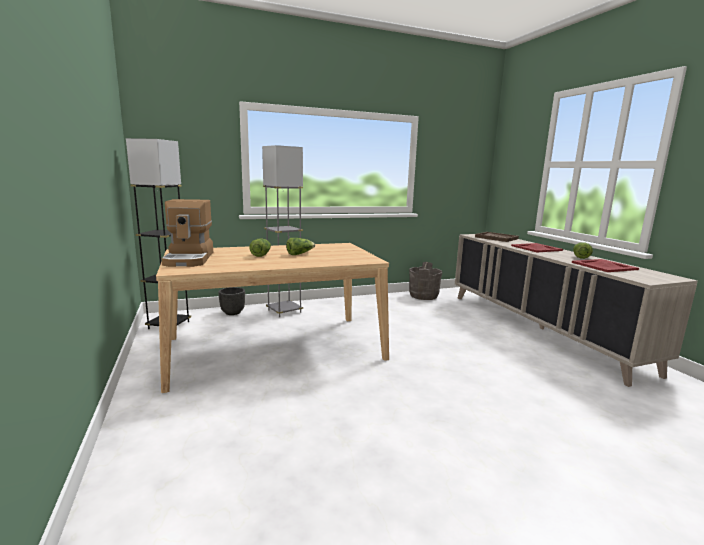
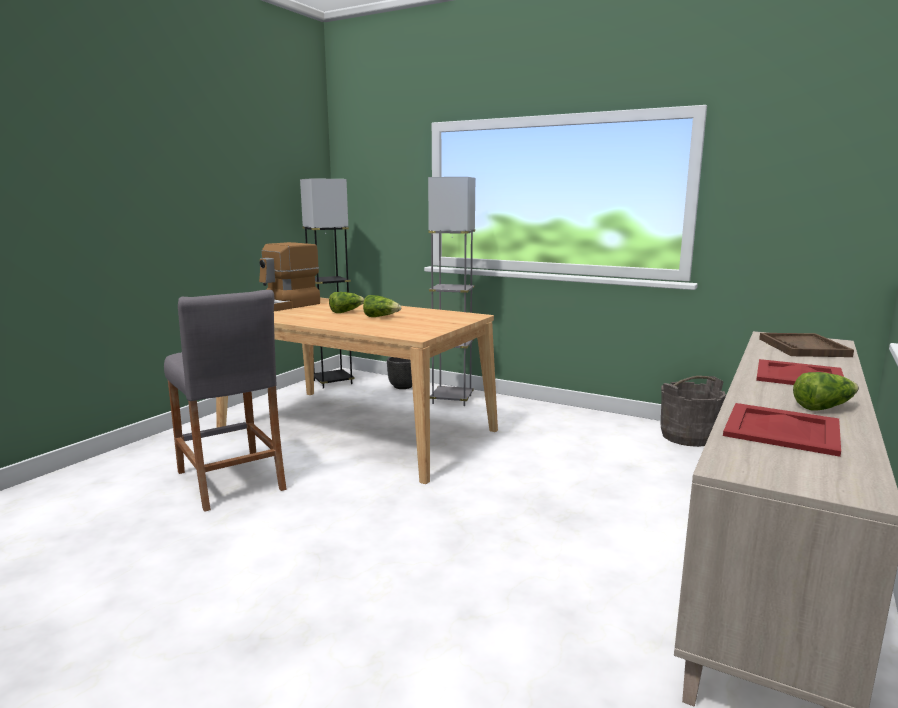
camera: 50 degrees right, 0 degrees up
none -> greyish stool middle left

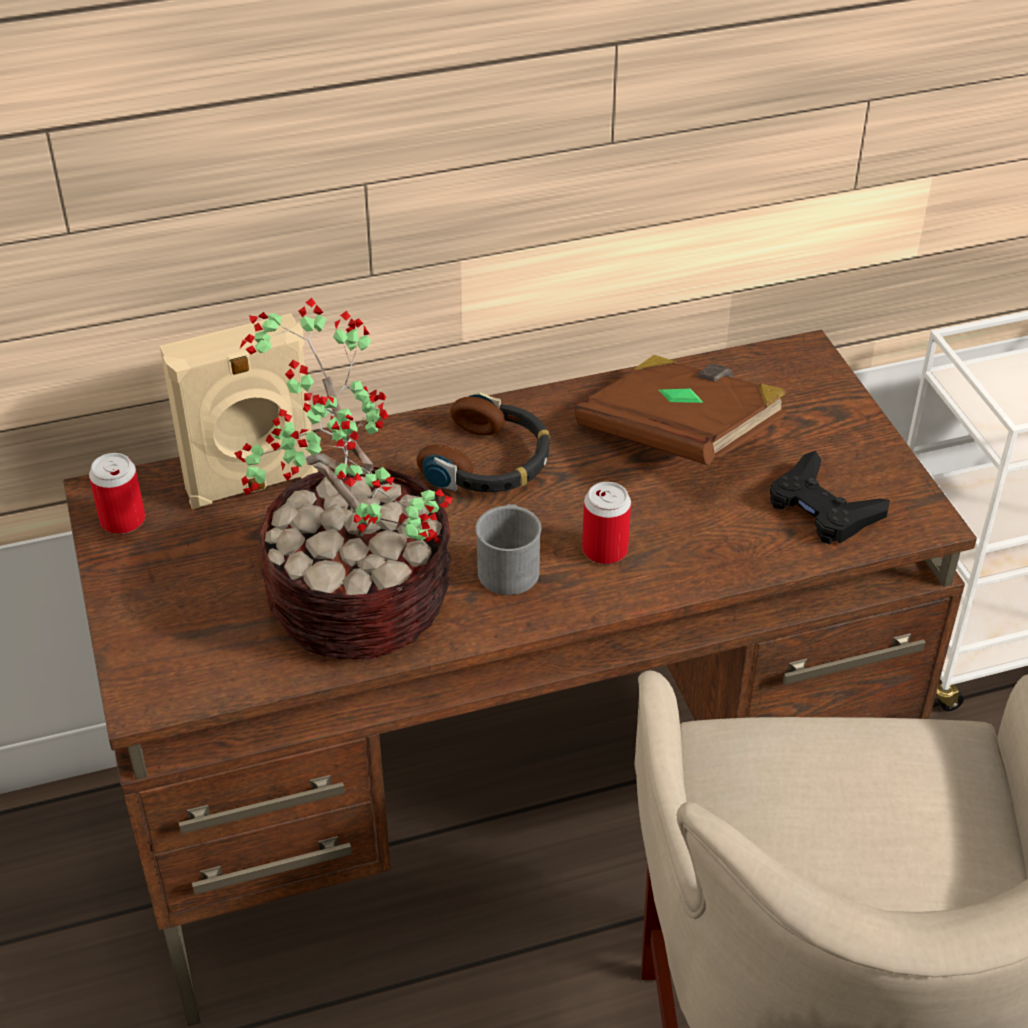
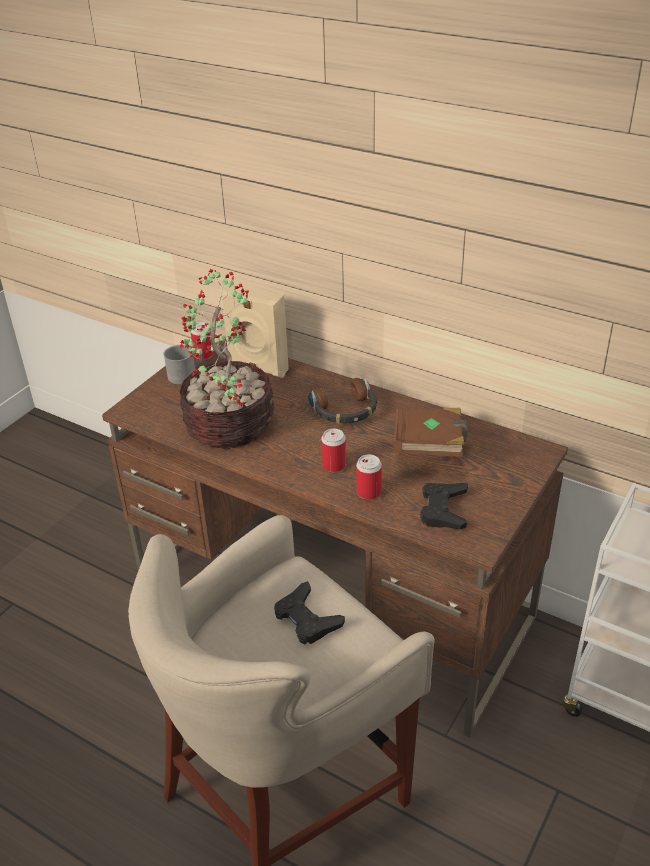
camera: 50 degrees right, 5 degrees down
greyish tea mug centre -> greyish tea mug middle left, shifted
none -> black joypad (no. 1 from left) bottom centre
none -> can (no. 3 from left) centre

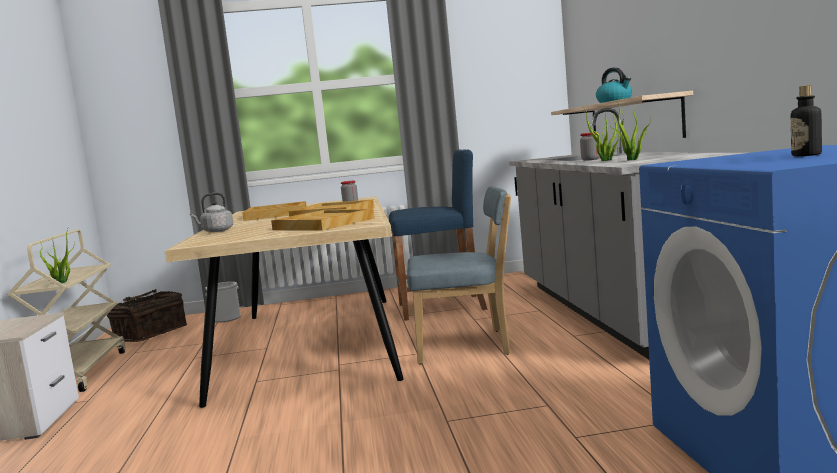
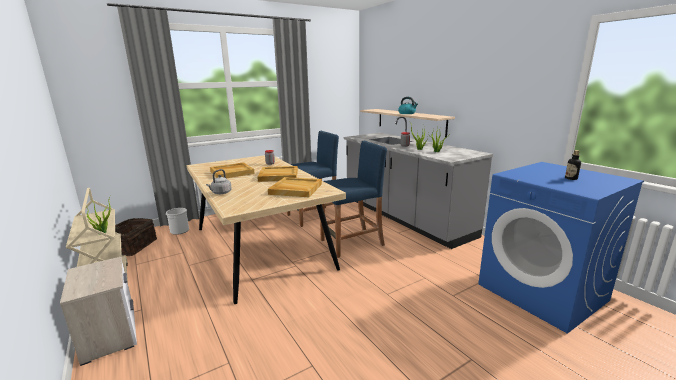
camera: 25 degrees left, 10 degrees up
blue-coloured upright chair centre -> blue-coloured stool (no. 2 from left) centre

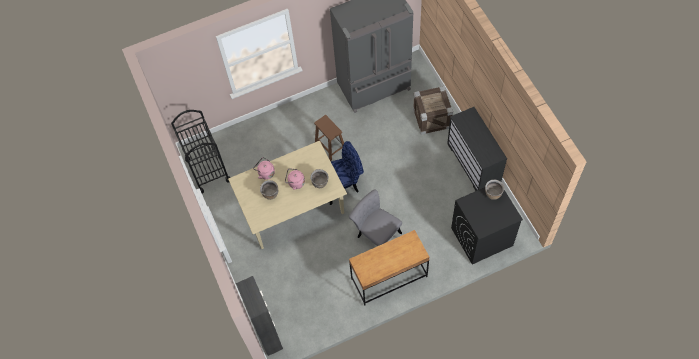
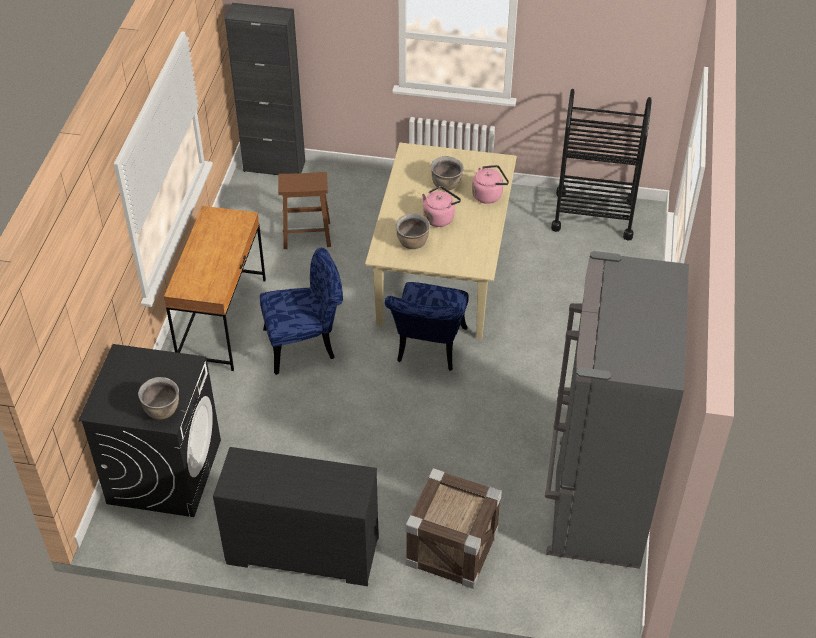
camera: 120 degrees right, 15 degrees down
greyish upright chair centre -> blue-coloured upright chair (no. 1 from left) centre
brown-coloured stool centre -> brown-coloured stool top centre, shifted

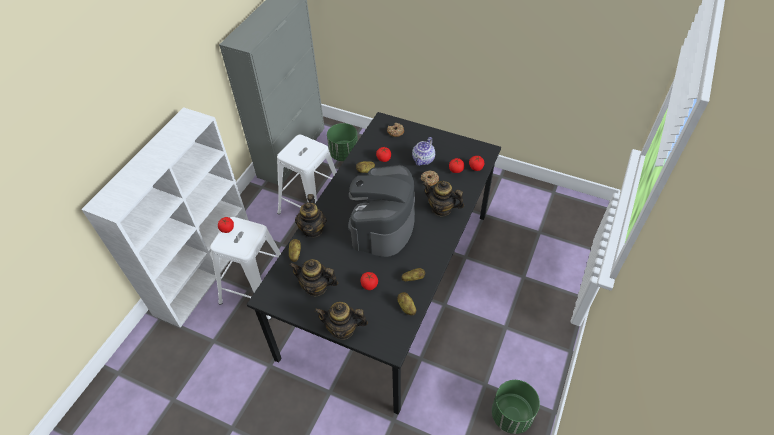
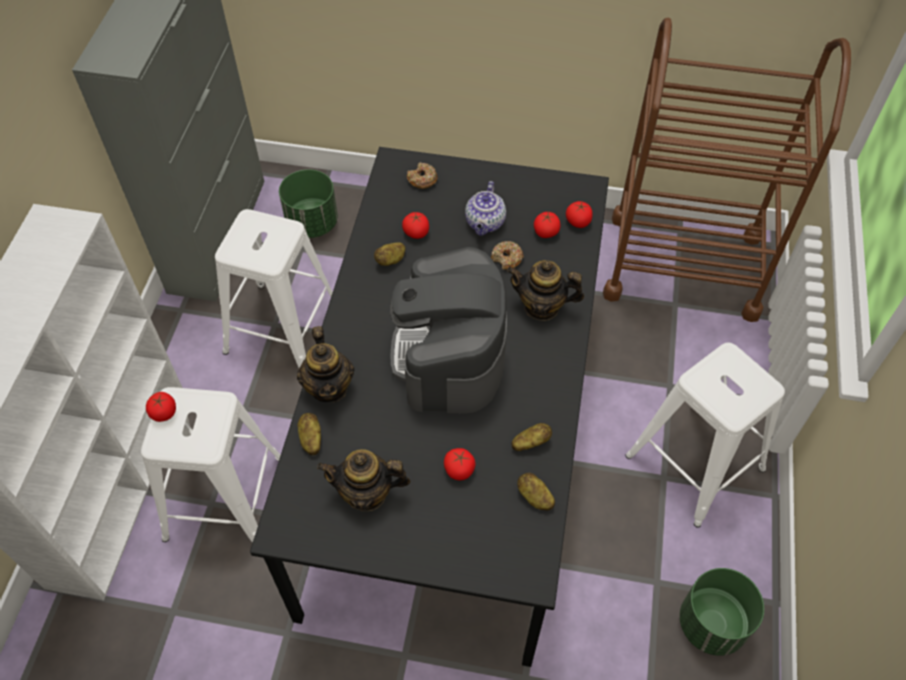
camera: 15 degrees left, 5 degrees up
none -> brown-coloured trolley top right
none -> white-coloured stool (no. 3 from left) middle right
teapot (no. 3 from left) bottom centre -> none

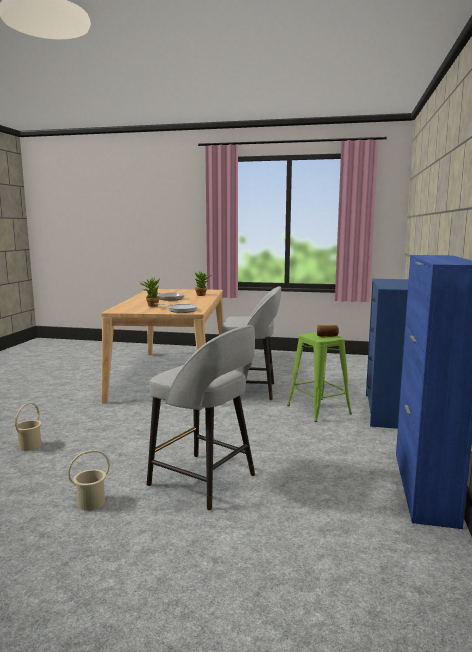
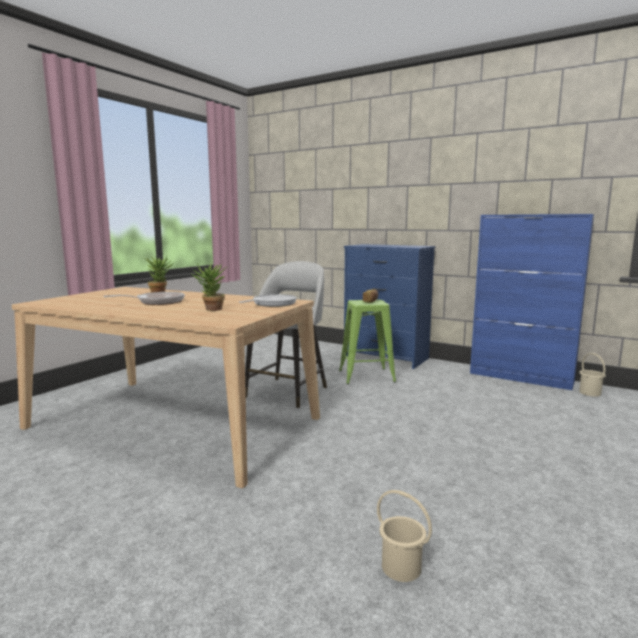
camera: 70 degrees left, 0 degrees up
beige-coloured water bucket (no. 2 from left) bottom left -> beige-coloured water bucket (no. 2 from left) middle right, shifted
greyish stool (no. 1 from left) centre -> none

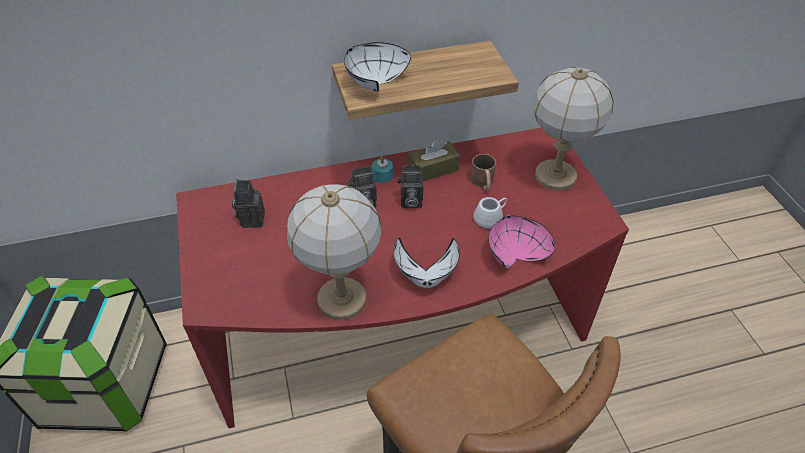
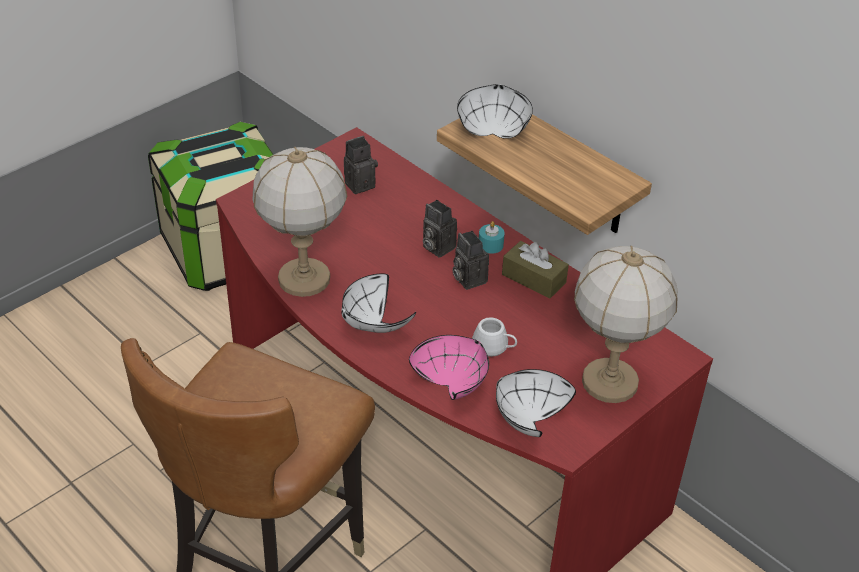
camera: 60 degrees right, 5 degrees down
none -> white-coloured serving bowl (no. 3 from left) bottom centre
brown-coloured tea mug centre -> none

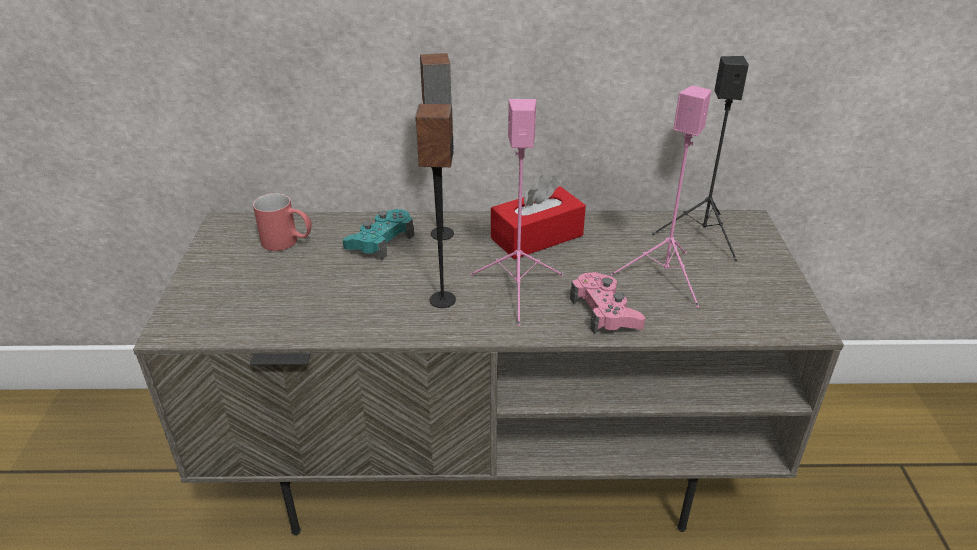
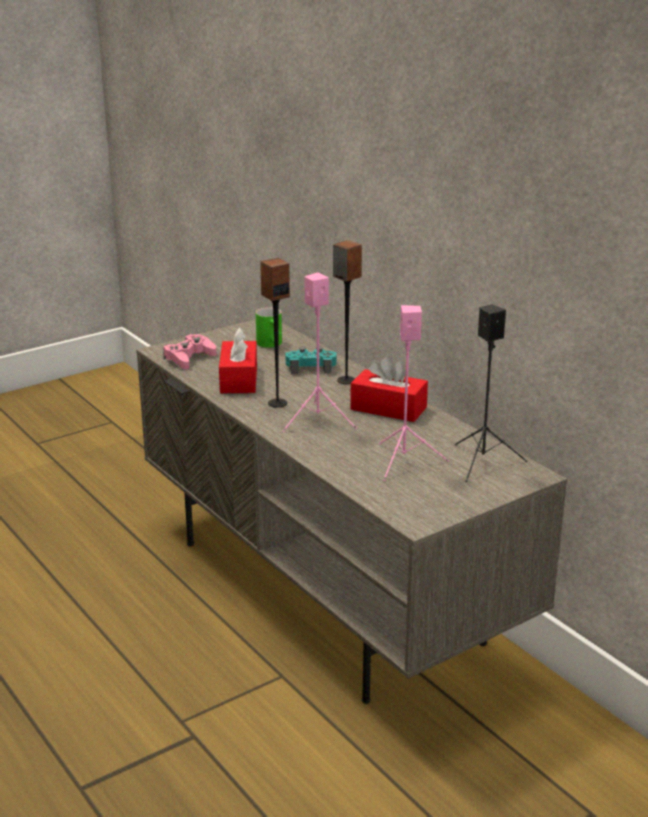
camera: 55 degrees right, 10 degrees down
pink-coloured joypad centre -> pink-coloured joypad middle left, shifted
none -> reddish box of tissues (no. 1 from left) centre
reddish tea mug middle left -> greenish tea mug centre

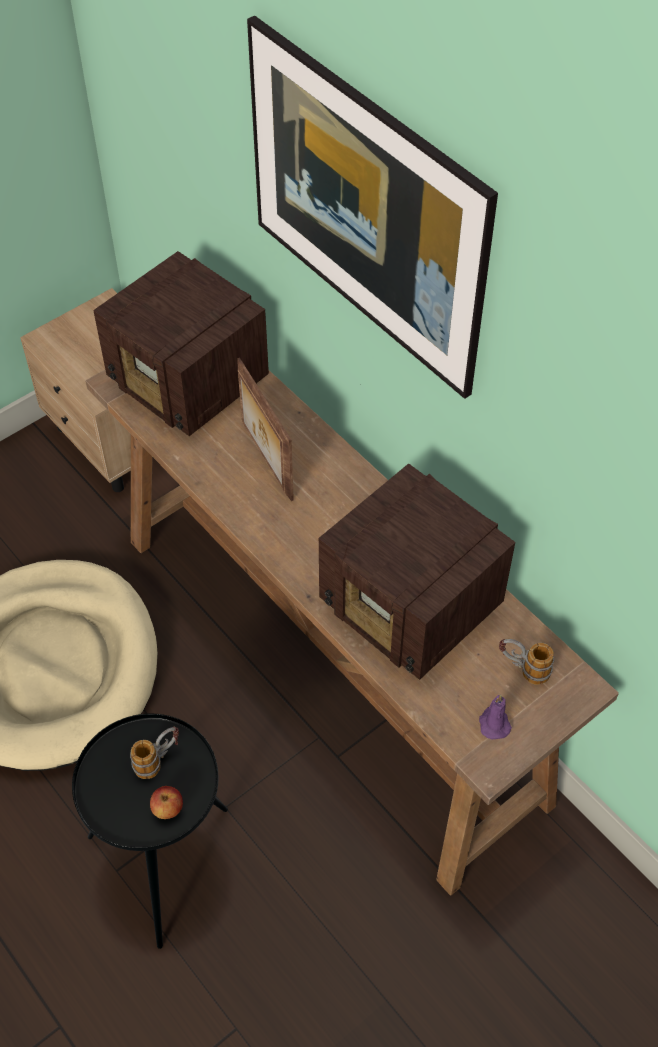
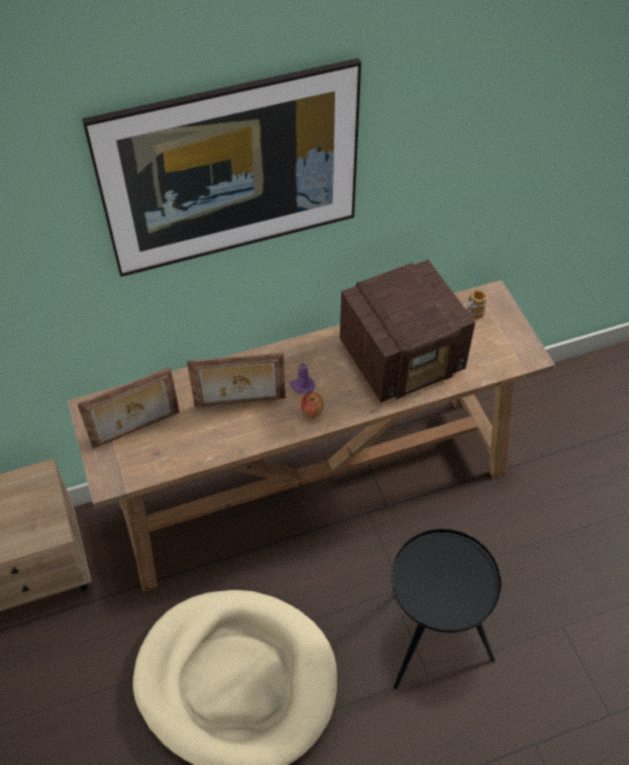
camera: 70 degrees left, 0 degrees up
radio set (no. 1 from left) top left -> photo frame (no. 1 from left) middle left
purplish candle bottom right -> purplish candle centre, shifted
apple fruit bottom left -> apple fruit centre, shifted
tea mug (no. 1 from left) bottom left -> none

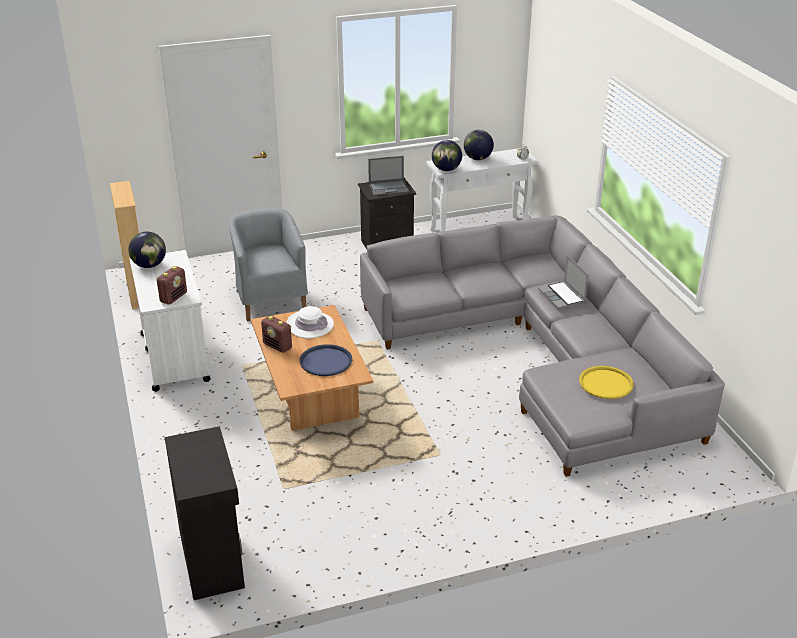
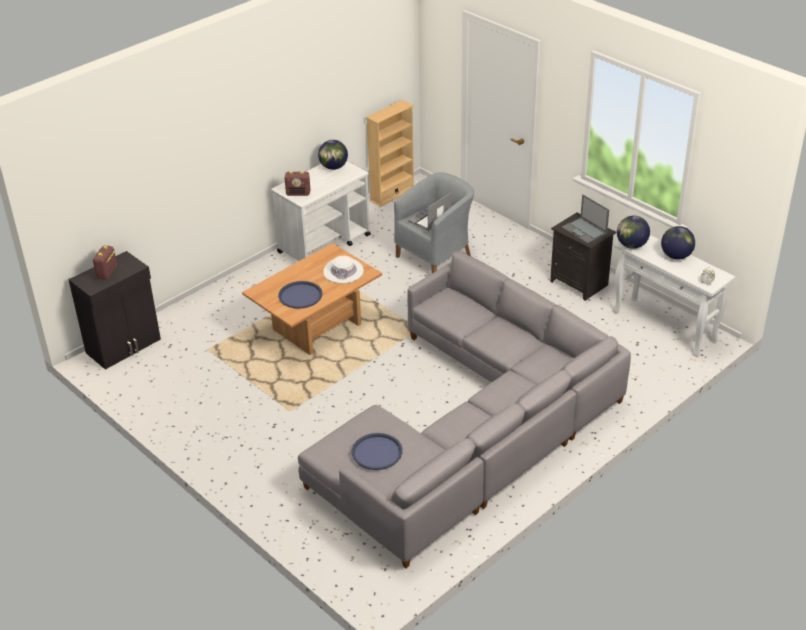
camera: 65 degrees right, 5 degrees up
radio set (no. 2 from left in the first image) centre -> radio set (no. 1 from left) middle left, shifted
yellow-coloured tray middle right -> blue-coloured tray (no. 2 from left) bottom centre
notebook computer (no. 2 from left in the first image) middle right -> notebook computer (no. 1 from left) centre, shifted

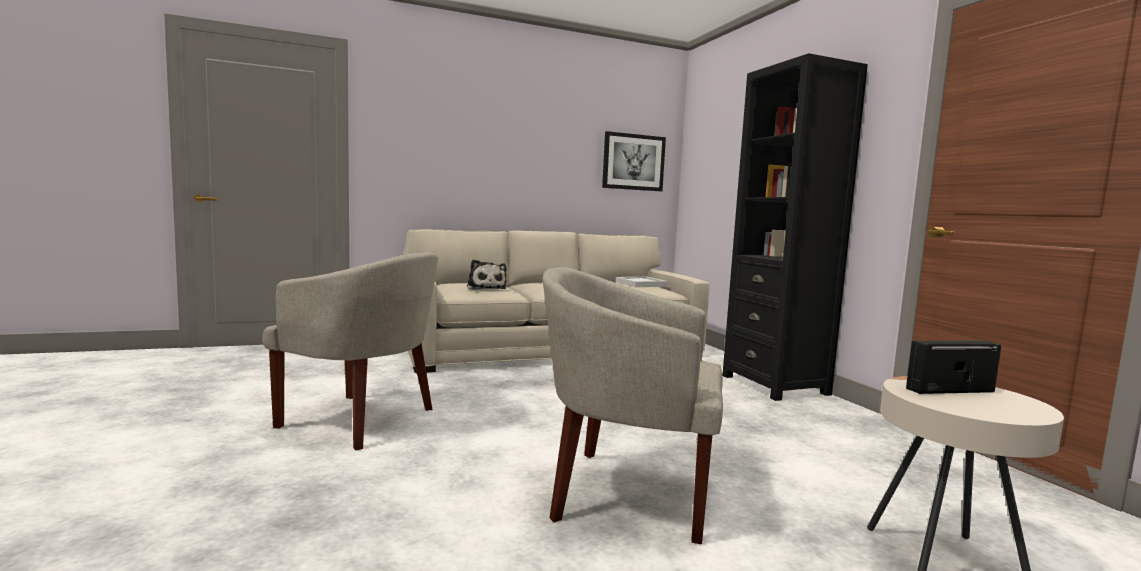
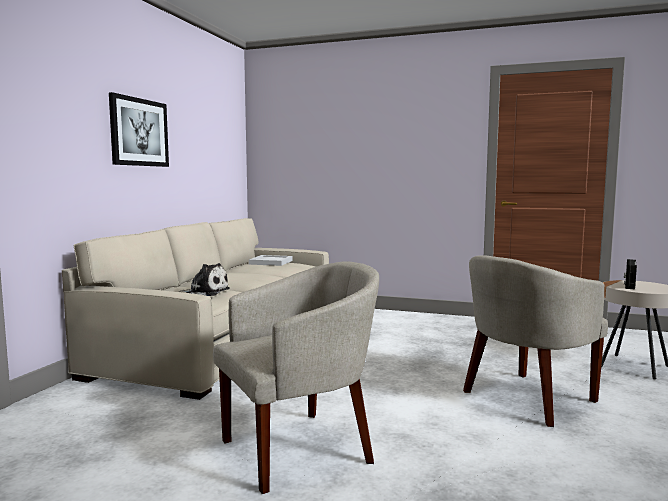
camera: 50 degrees left, 0 degrees up
wall art top centre -> wall art top left, shifted
black shelving unit middle right -> none

